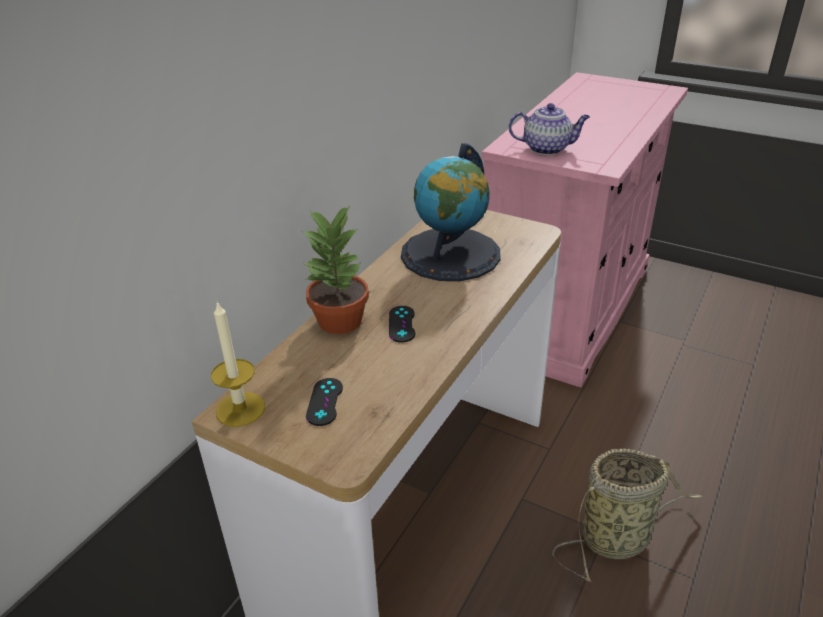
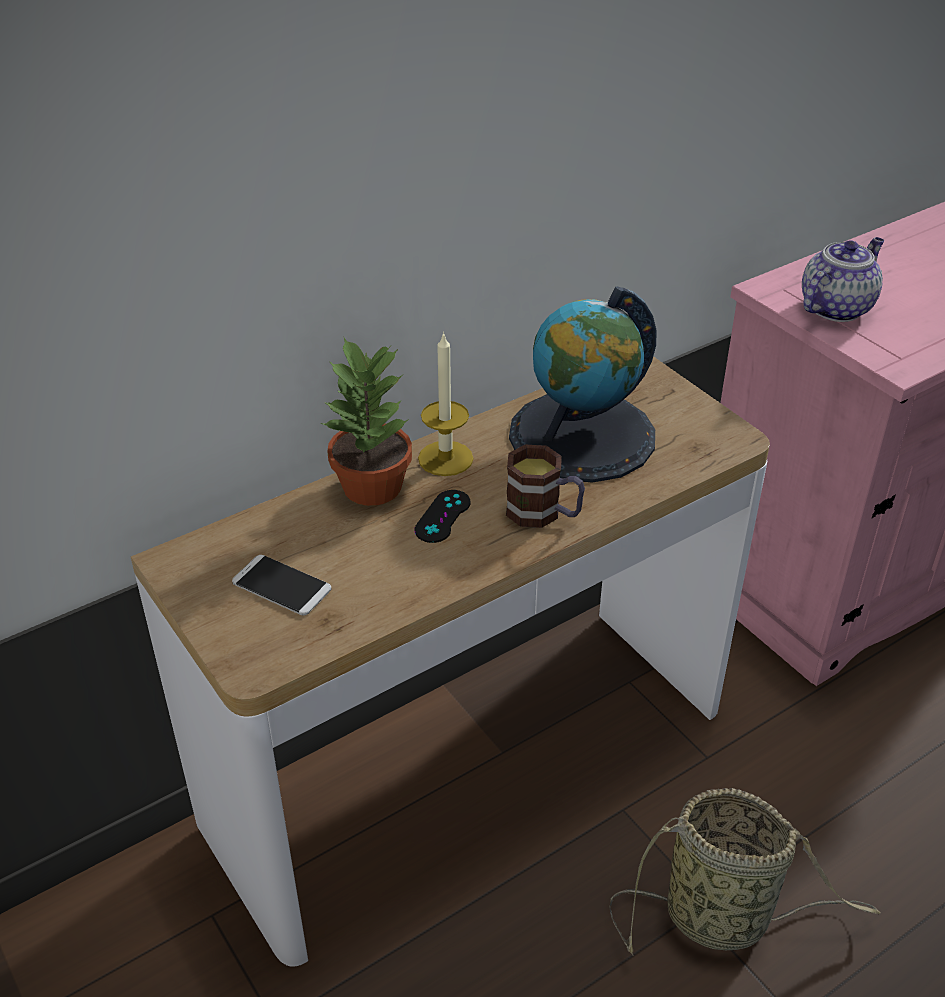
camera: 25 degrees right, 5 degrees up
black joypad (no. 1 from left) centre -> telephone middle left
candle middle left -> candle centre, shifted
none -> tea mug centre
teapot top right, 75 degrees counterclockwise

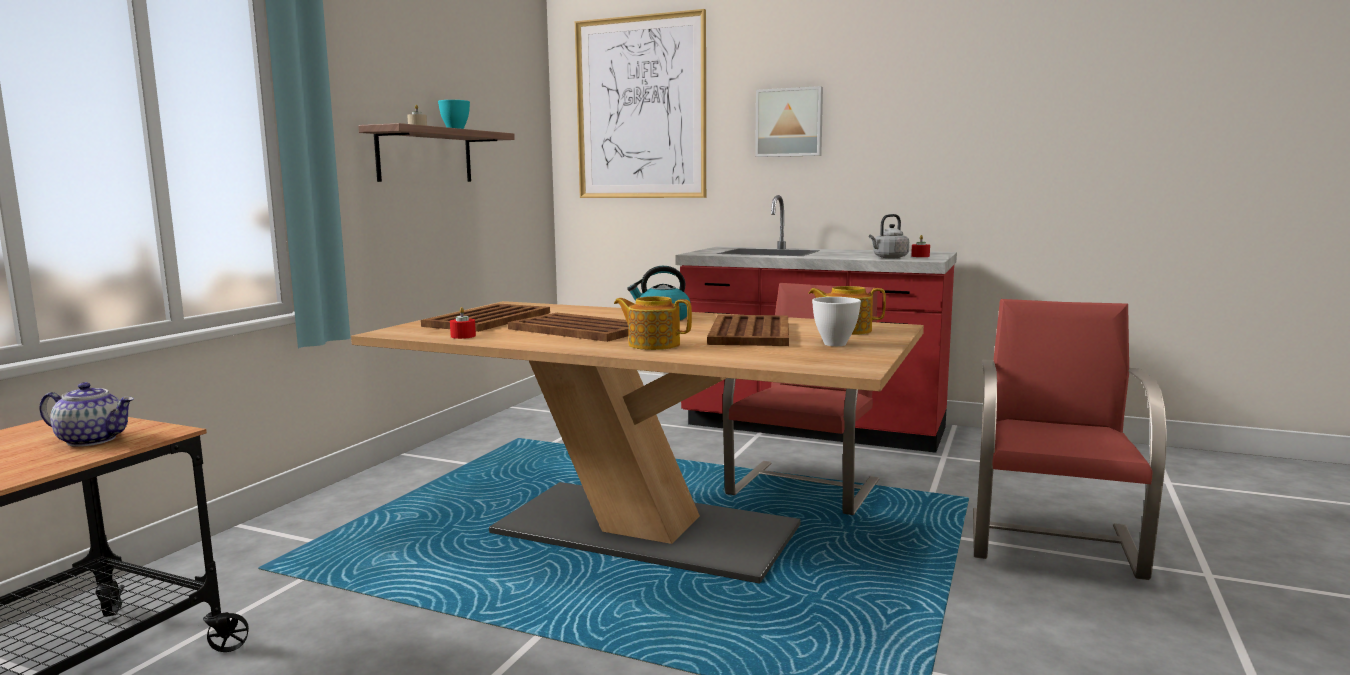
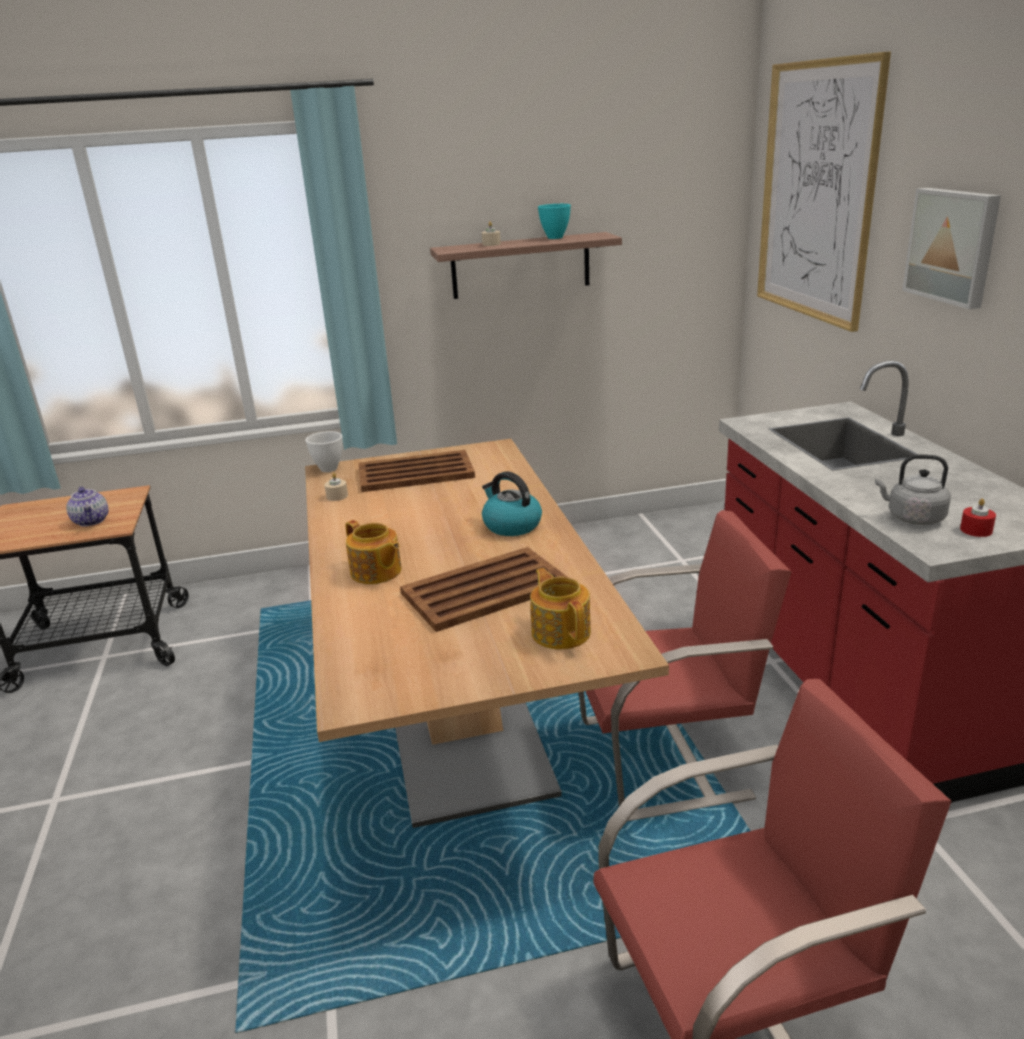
camera: 55 degrees right, 15 degrees up
white-coloured serving bowl centre -> white-coloured serving bowl middle left, shifted
reddish candle (no. 1 from left) centre -> beige-coloured candle (no. 1 from left) middle left
teapot (no. 2 from left) centre, 150 degrees clockwise
brown-coloured tray (no. 2 from left) centre -> none

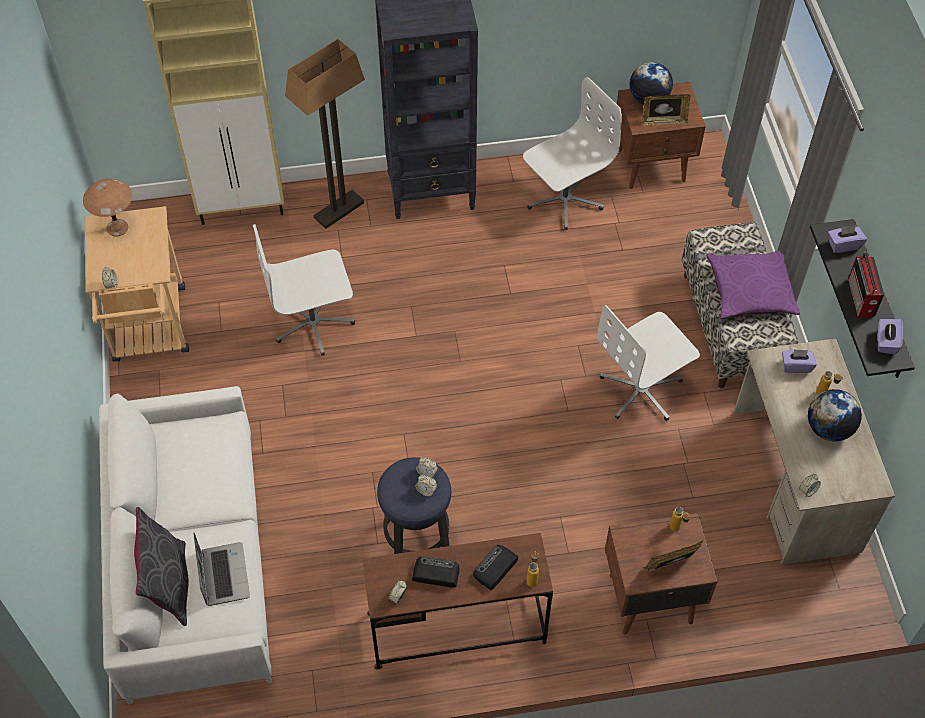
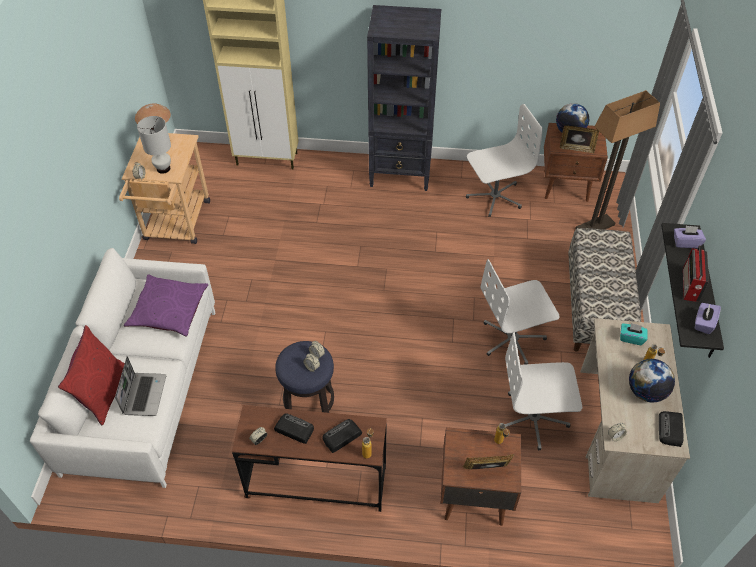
camera: 15 degrees right, 5 degrees down
greyish pillow bottom left -> reddish pillow middle left
purplish pillow middle right -> purplish pillow middle left, shifted
none -> white-coloured tabletop lamp top left
white-coloured computer chair (no. 1 from left in the first image) middle left -> white-coloured computer chair (no. 3 from left) bottom right, shifted
standing lamp top centre -> standing lamp top right, shifted
purplish box of tissues (no. 1 from left) middle right -> blue-green box of tissues middle right
none -> radio set (no. 3 from left) bottom right

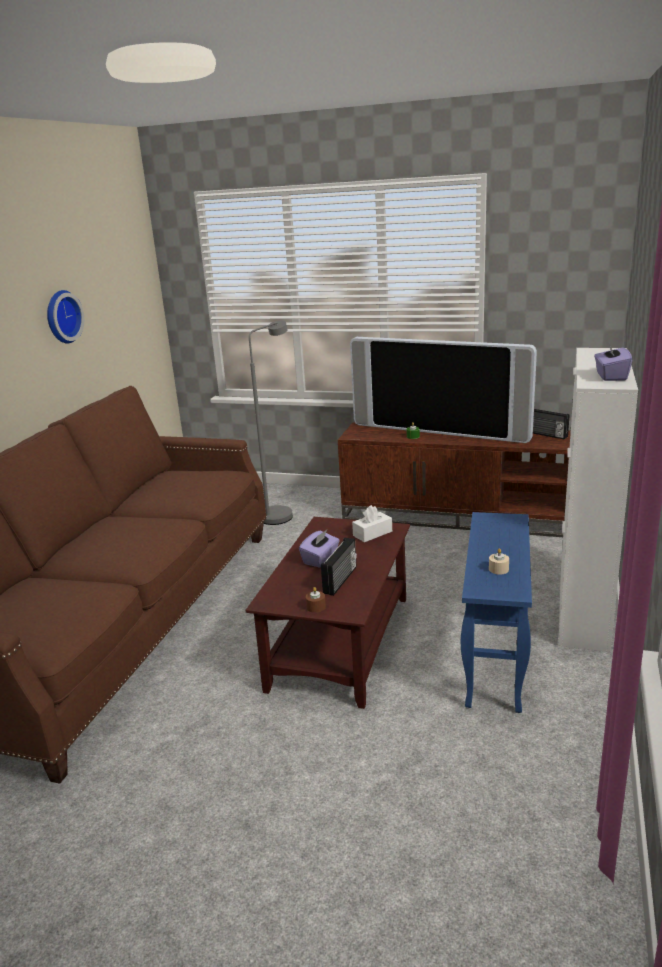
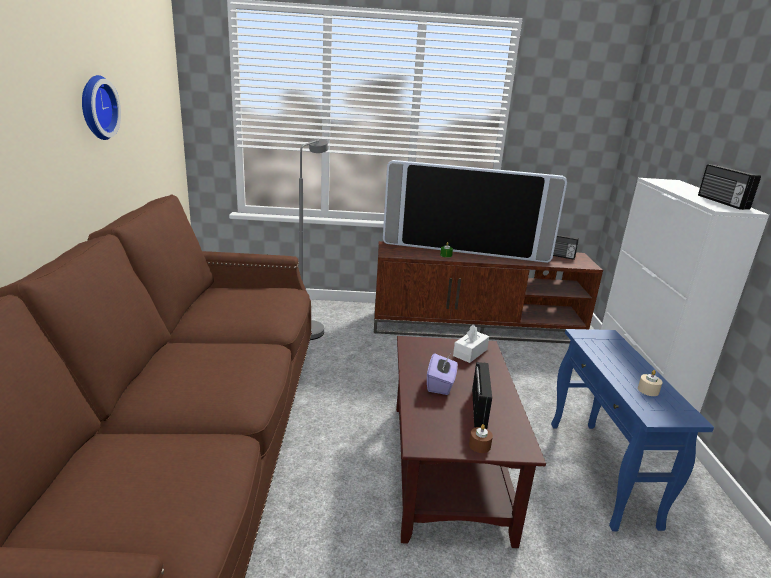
camera: 20 degrees left, 0 degrees up
purplish box of tissues (no. 2 from left) middle right -> radio set (no. 3 from left) top right

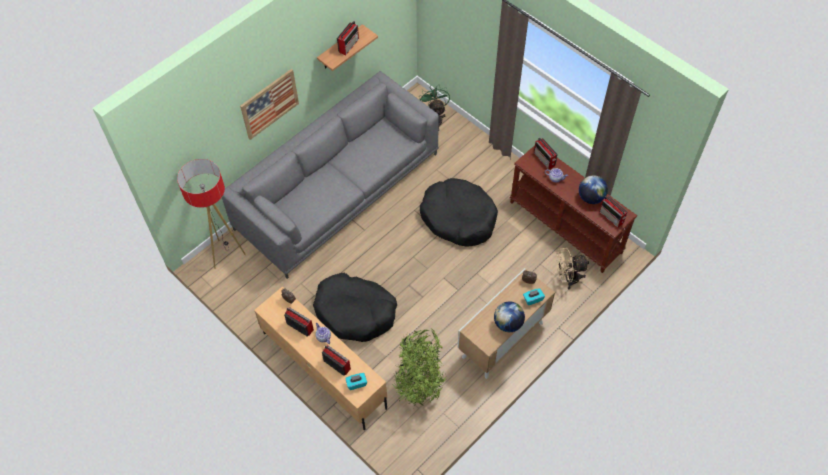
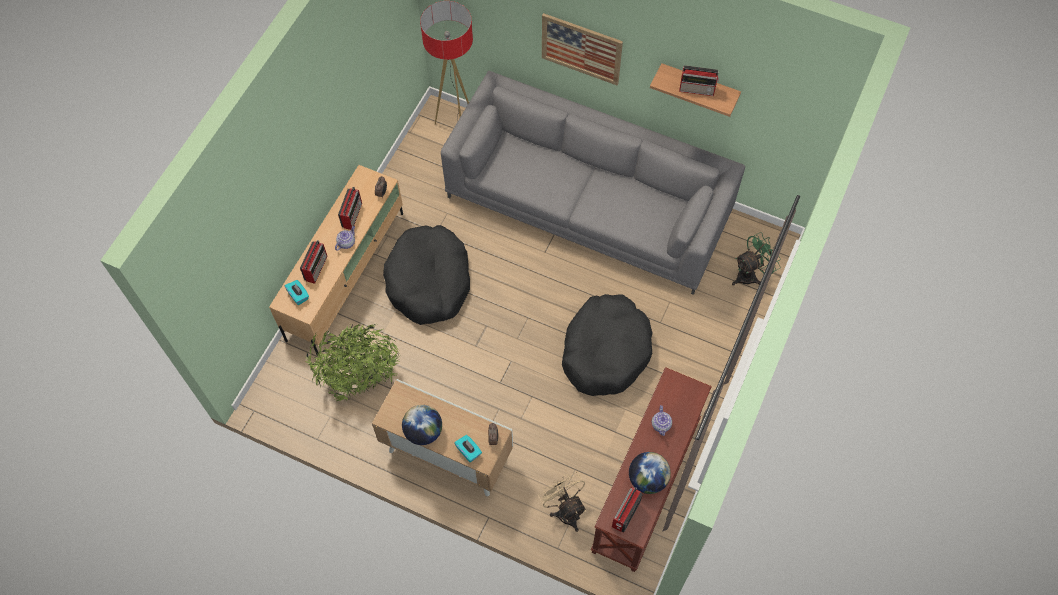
camera: 70 degrees right, 5 degrees up
radio set (no. 4 from left) top centre -> none

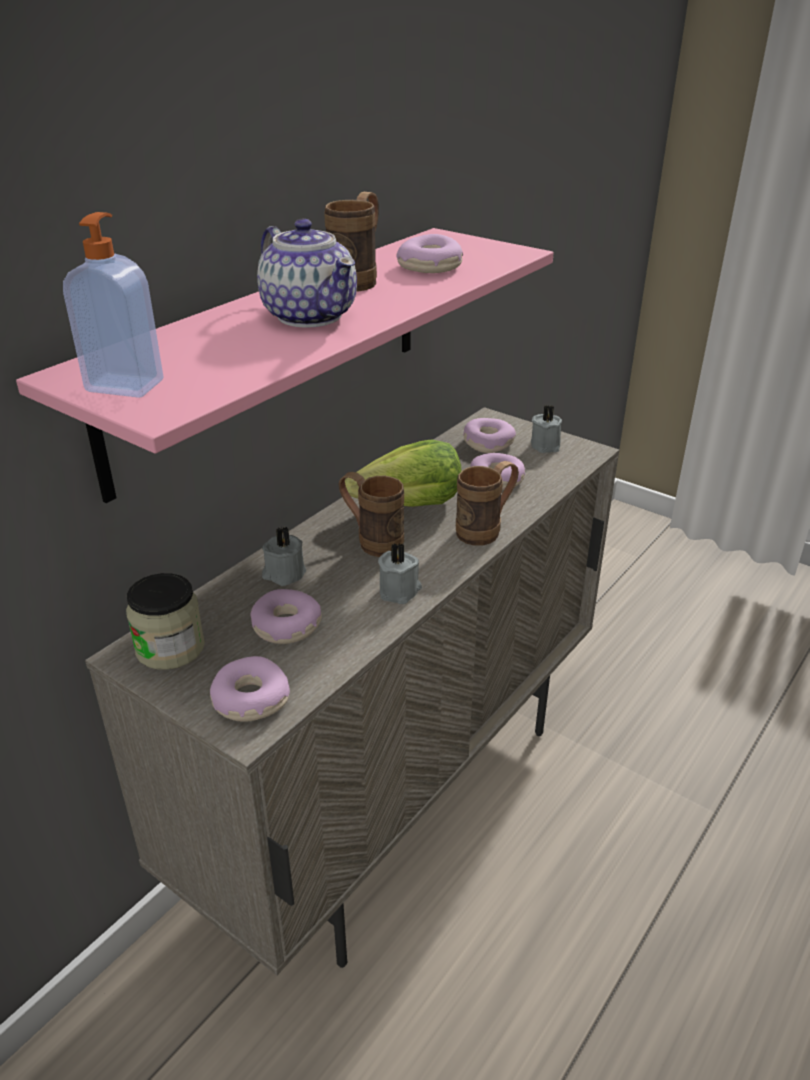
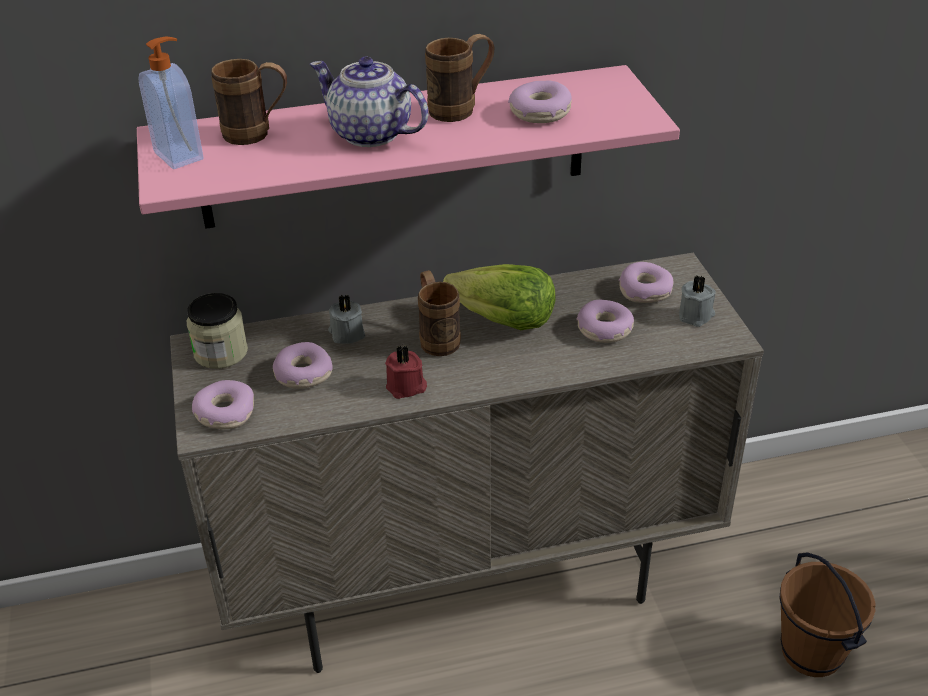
camera: 40 degrees right, 5 degrees up
brown-coloured tea mug (no. 3 from left in the first image) centre -> brown-coloured tea mug (no. 1 from left) top left, shifted
teapot top centre, 120 degrees clockwise
greyish candle (no. 2 from left) centre -> reddish candle centre
none -> brown-coloured water bucket bottom right

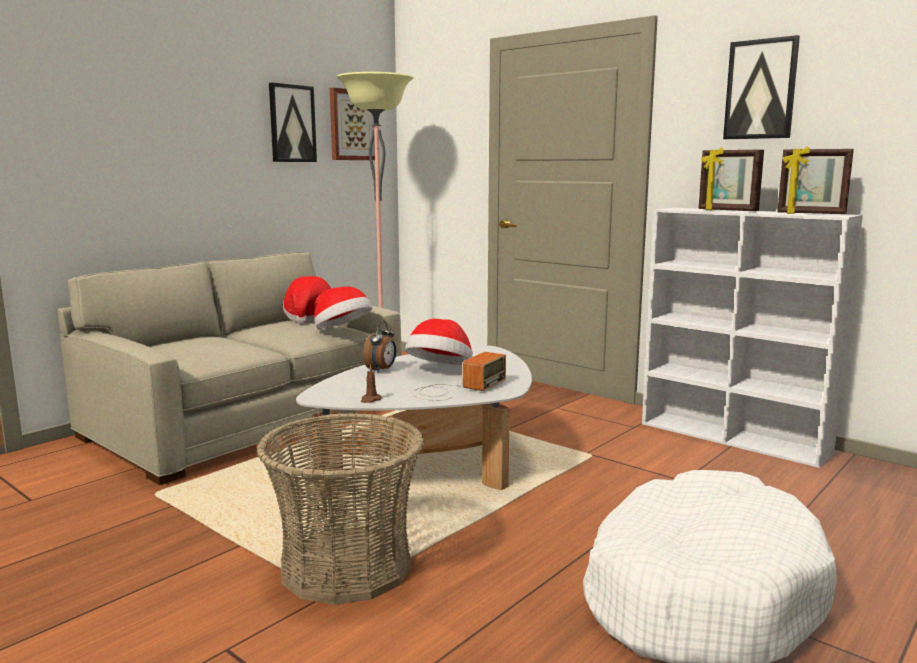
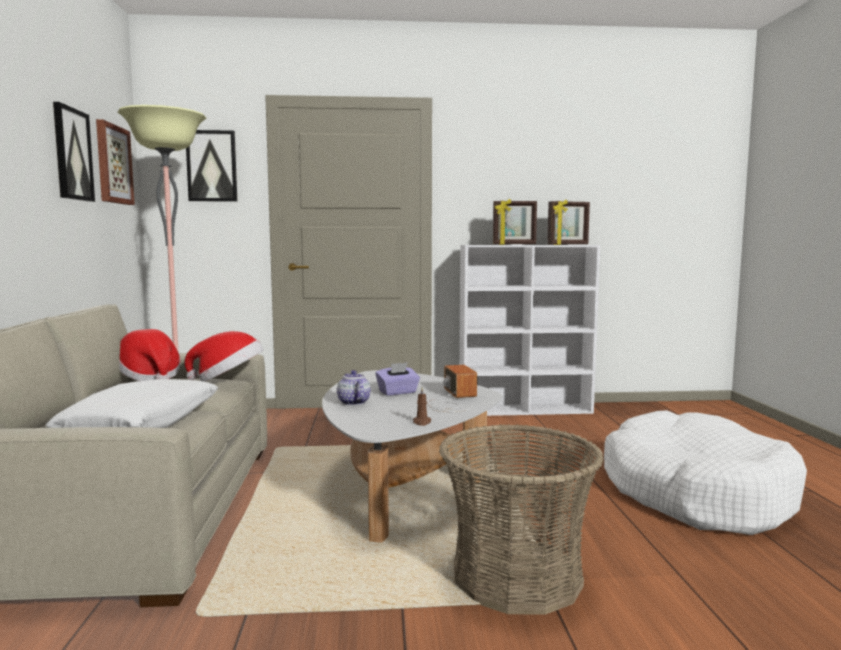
camera: 45 degrees left, 5 degrees down
none -> white-coloured pillow middle left
wall art (no. 3 from left) top right -> wall art (no. 3 from left) top left, shifted
bedside clock centre -> teapot centre
wearable hat (no. 3 from left) centre -> purplish box of tissues centre

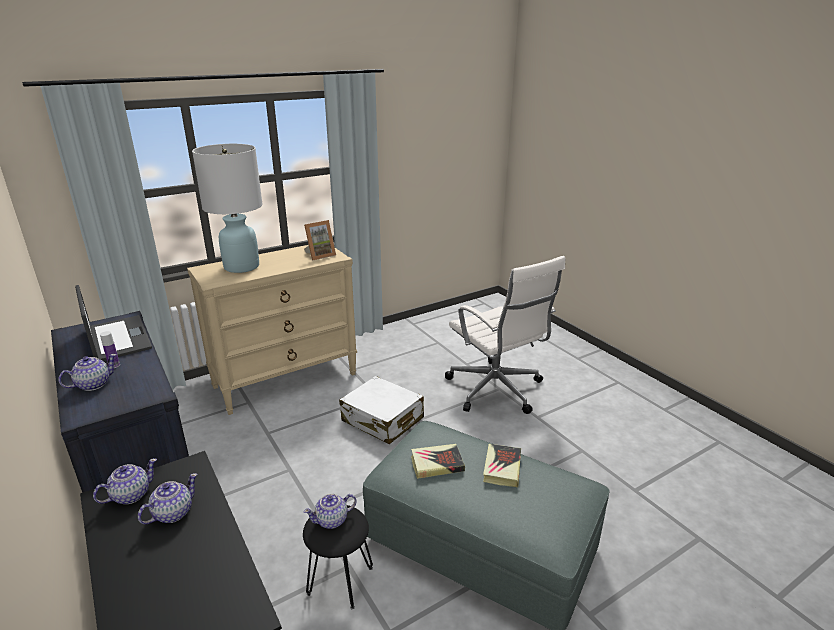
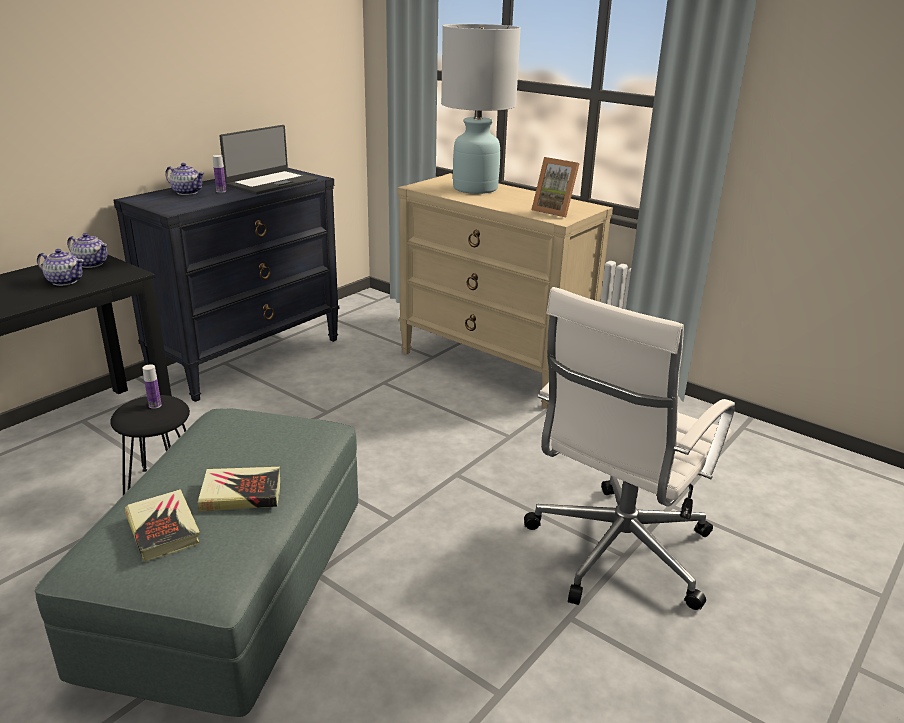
camera: 70 degrees right, 0 degrees up
book (no. 1 from left) bottom centre -> book (no. 1 from left) bottom left, shifted
teapot (no. 4 from left) bottom centre -> drink bottle (no. 1 from left) middle left
white-coloured suitcase centre -> none

